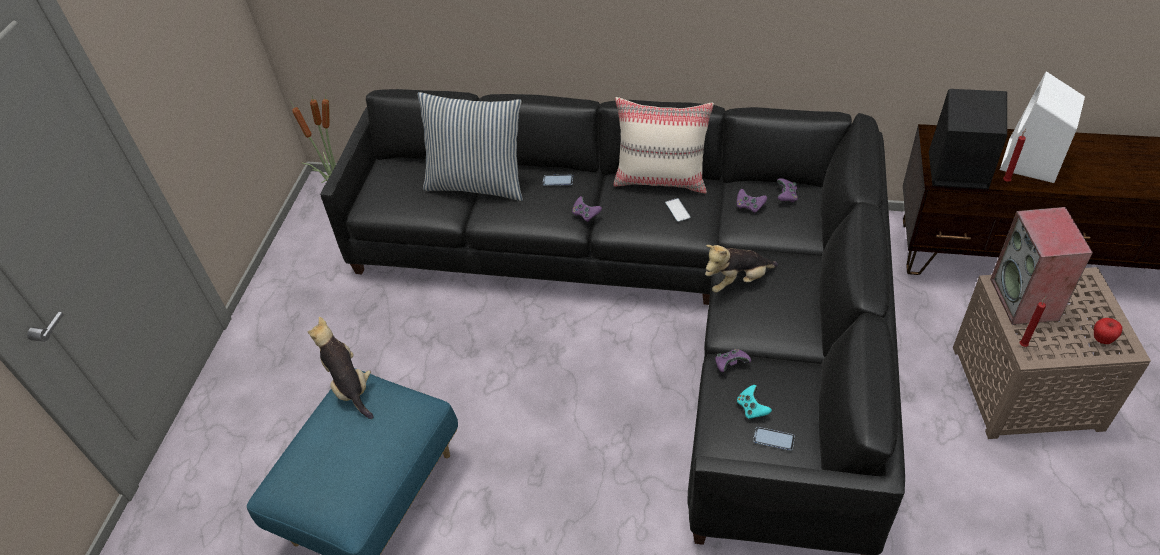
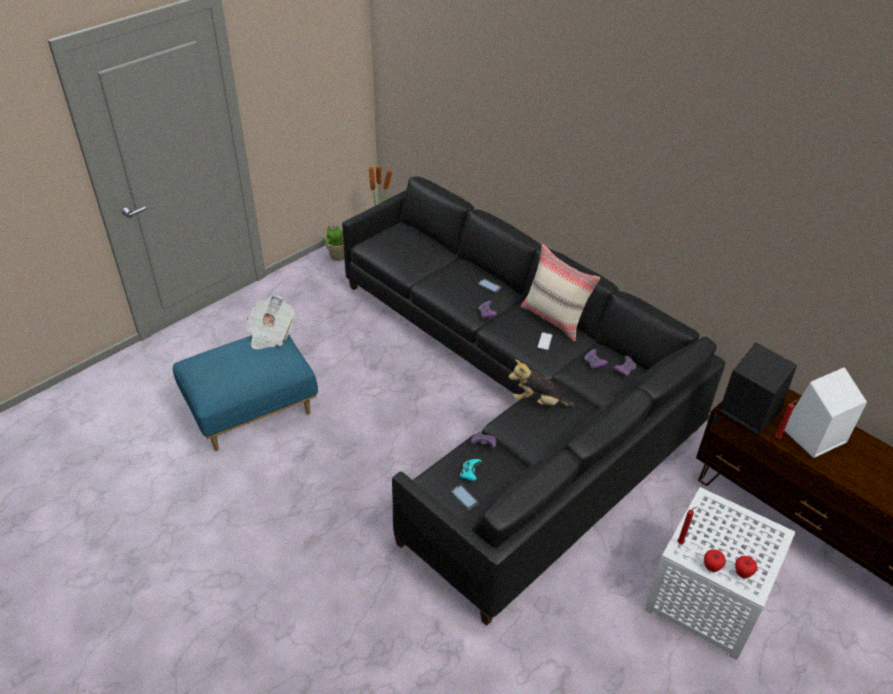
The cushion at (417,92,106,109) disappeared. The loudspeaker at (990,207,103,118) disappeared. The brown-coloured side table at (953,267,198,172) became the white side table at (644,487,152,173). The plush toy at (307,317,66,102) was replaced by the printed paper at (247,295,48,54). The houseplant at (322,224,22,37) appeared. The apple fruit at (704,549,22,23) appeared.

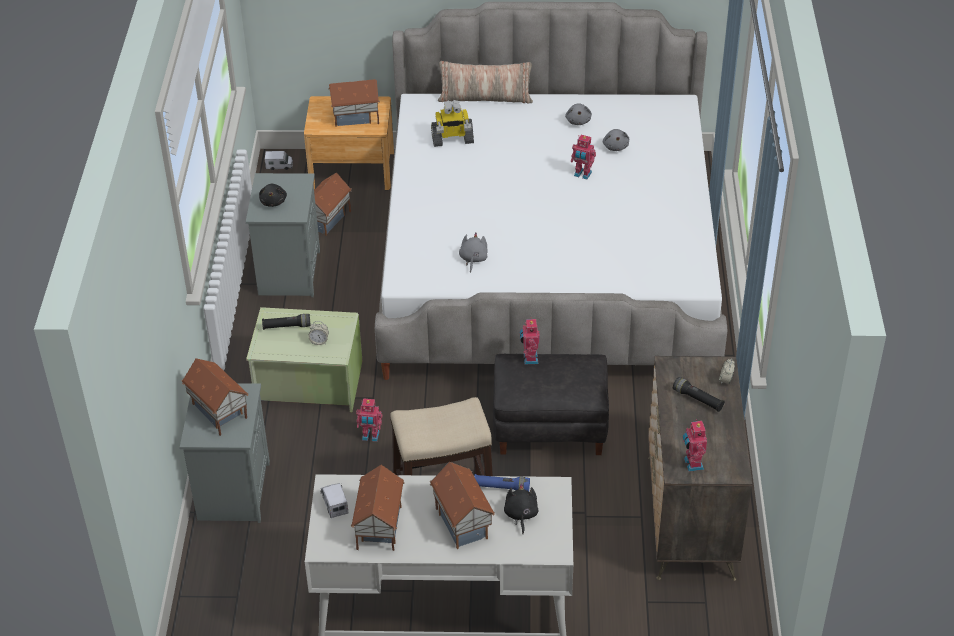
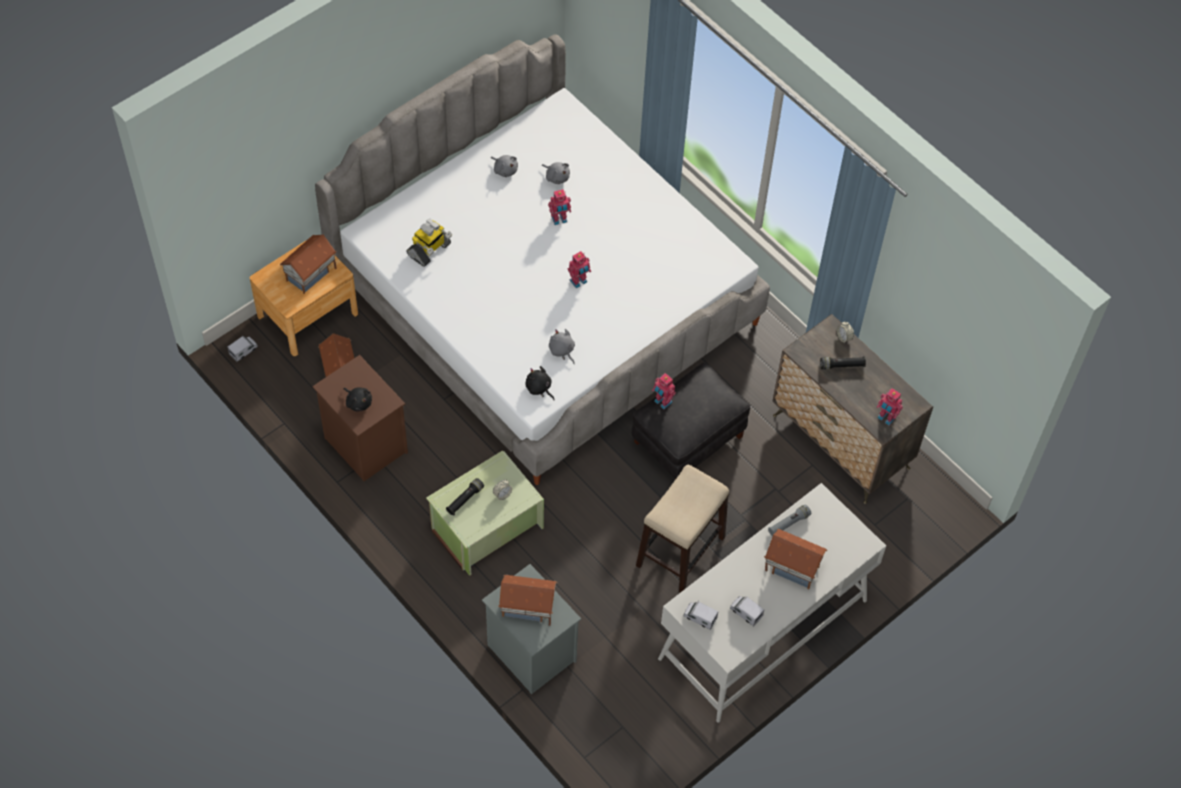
The cushion at (438,61,95,42) disappeared. The greyish night table at (246,173,74,124) became the brown-coloured night table at (312,355,96,126). The model robot moved from (356,398,26,44) to (568,251,23,37). The toy house at (351,465,54,86) was replaced by the toy lorry at (730,596,34,31). The blue torch at (474,474,56,17) became the greyish torch at (768,504,43,32). The blackish plush toy moved from (504,483,35,51) to (525,366,29,34).

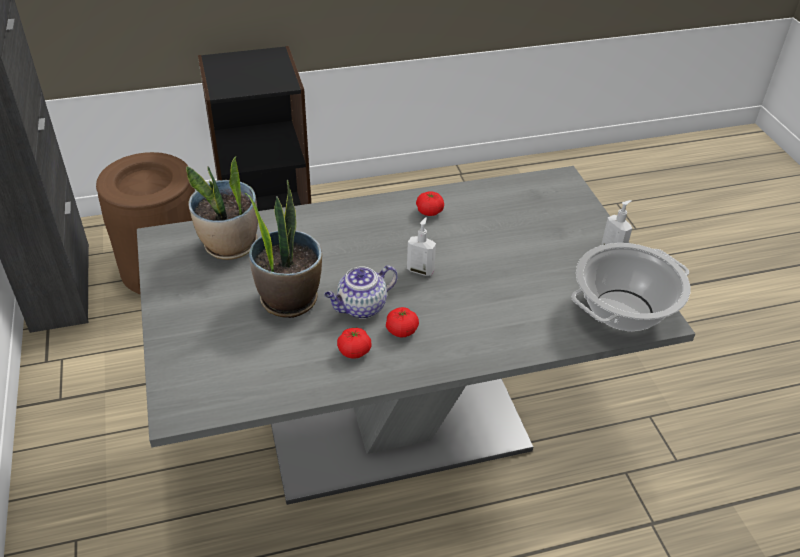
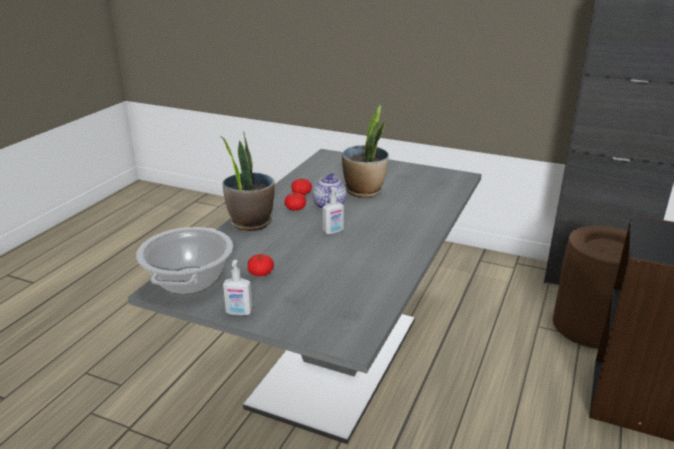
The houseplant moved from (186,156,72,104) to (220,131,55,100). The fresh tomato moved from (416,192,28,24) to (248,254,26,22).

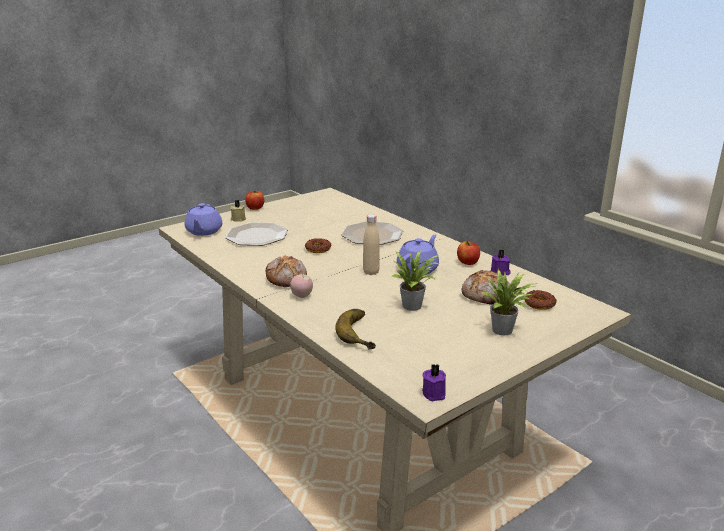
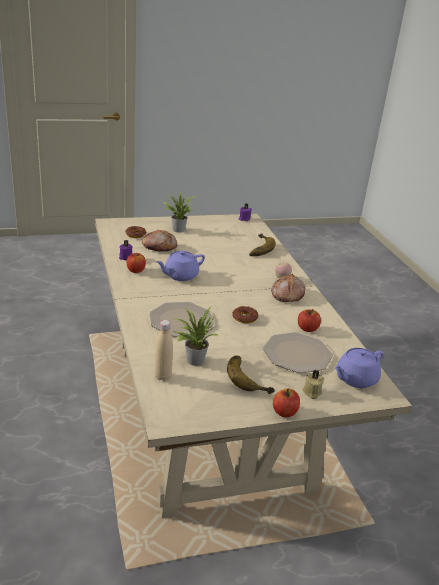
The purple pot for tea at (185,203,37,33) turned 150 degrees counterclockwise. The sand-coloured beverage bottle moved from (363,214,17,61) to (155,320,18,61). The houseplant moved from (391,249,48,62) to (172,307,46,59). The apple fruit at (298,309,23,23) appeared. The banana fruit at (227,355,48,39) appeared.

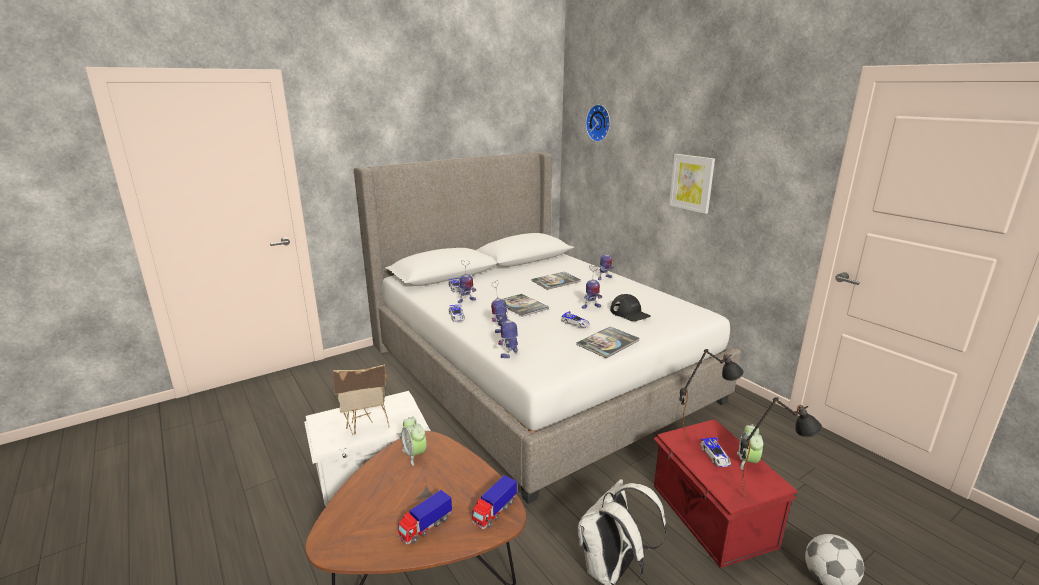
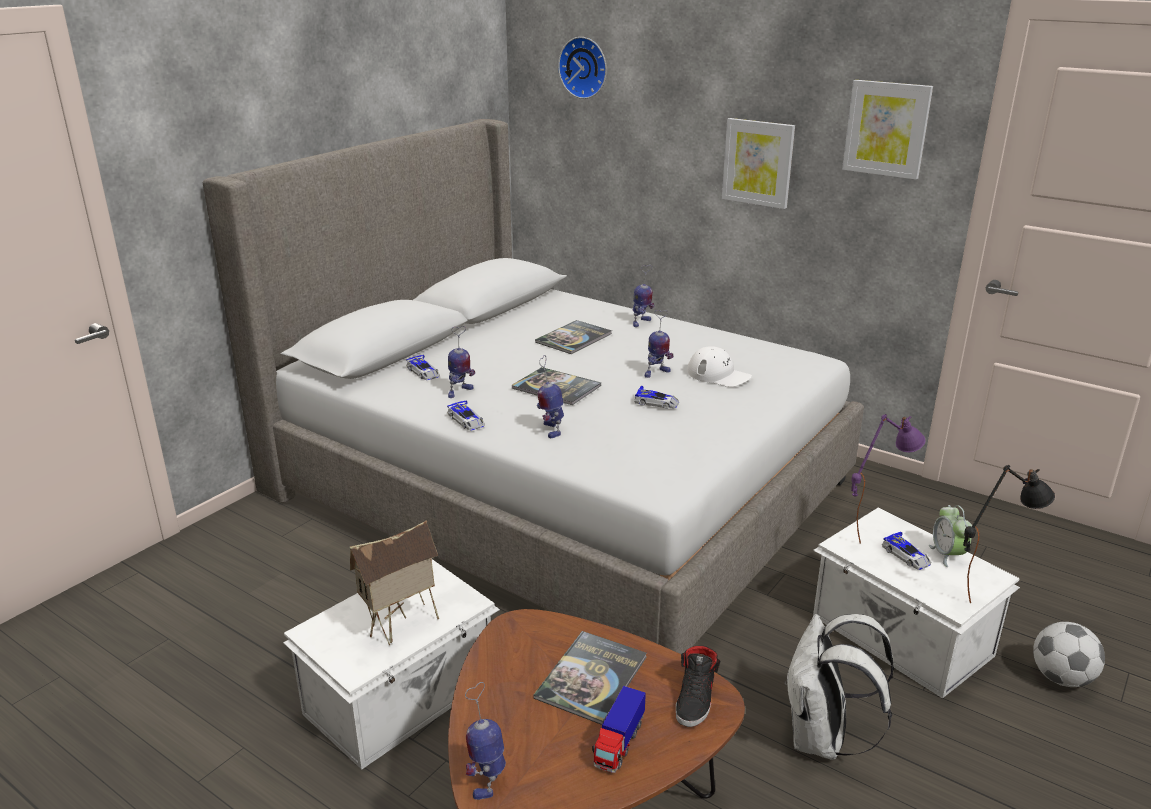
The blackish peaked cap at (610,294,41,27) became the white peaked cap at (687,346,65,41). The model robot moved from (498,301,20,57) to (465,682,41,118). The book moved from (576,327,64,31) to (534,631,113,94). The blackish table lamp at (679,349,65,90) became the purple table lamp at (851,414,74,129). The bedside clock at (402,416,25,50) disappeared. The red-coloured storage box at (653,419,145,149) became the white storage box at (813,508,207,190). The toy lorry at (472,475,45,54) was replaced by the blackish low shoe at (676,646,44,81). The wall art at (842,80,91,100) appeared.

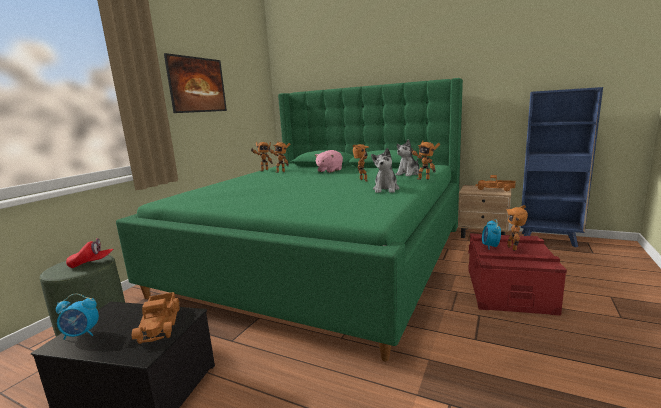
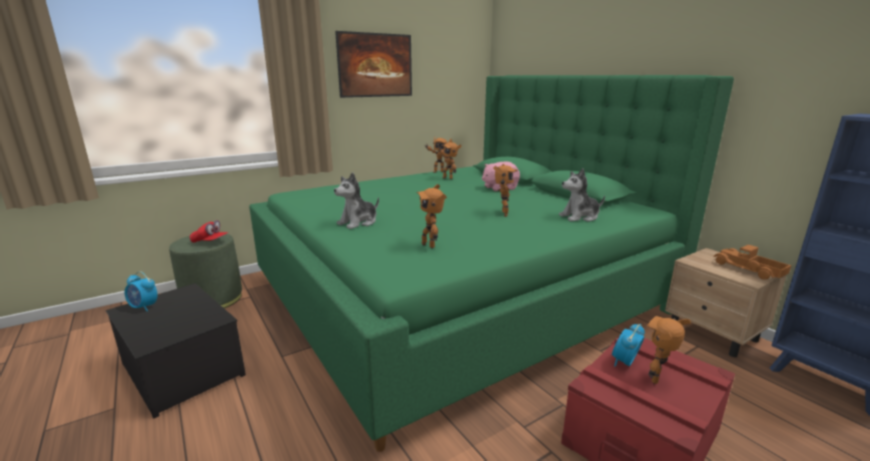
The model robot moved from (410,141,30,39) to (417,184,30,64). The plush toy moved from (371,148,28,45) to (334,172,45,57). The toy lorry at (132,292,48,52) disappeared.

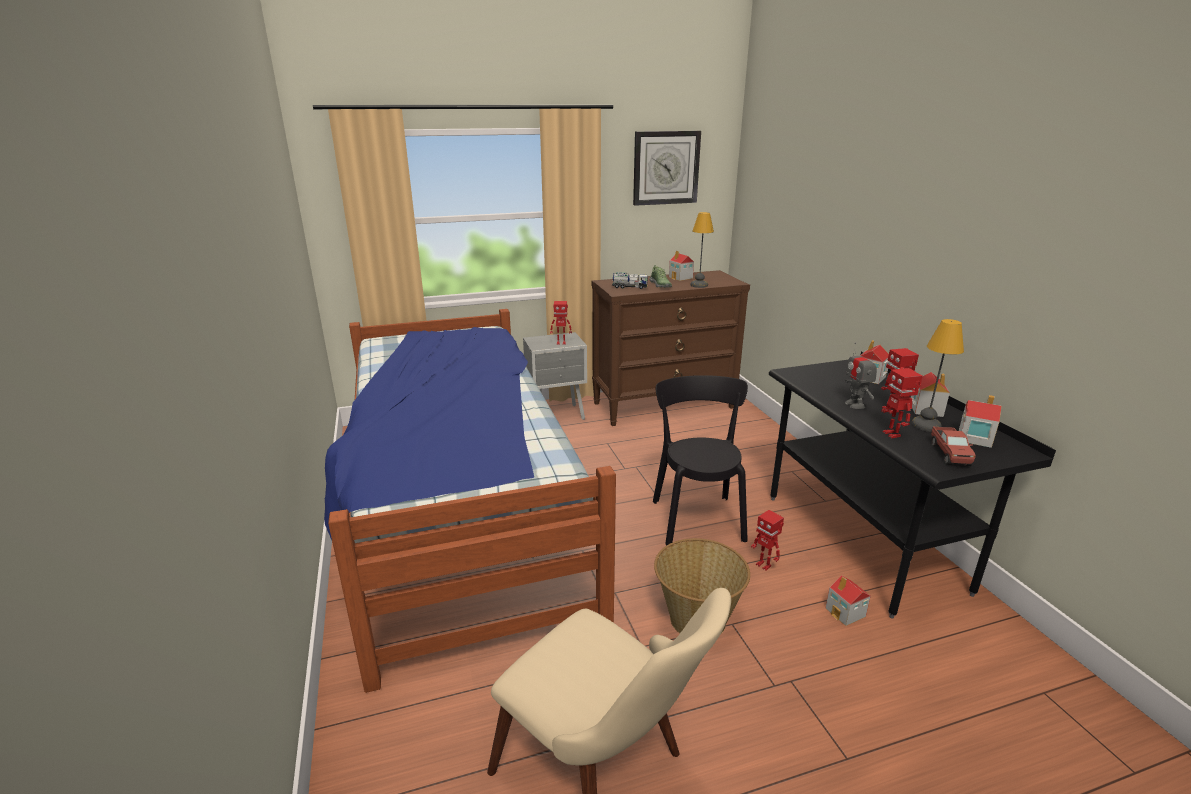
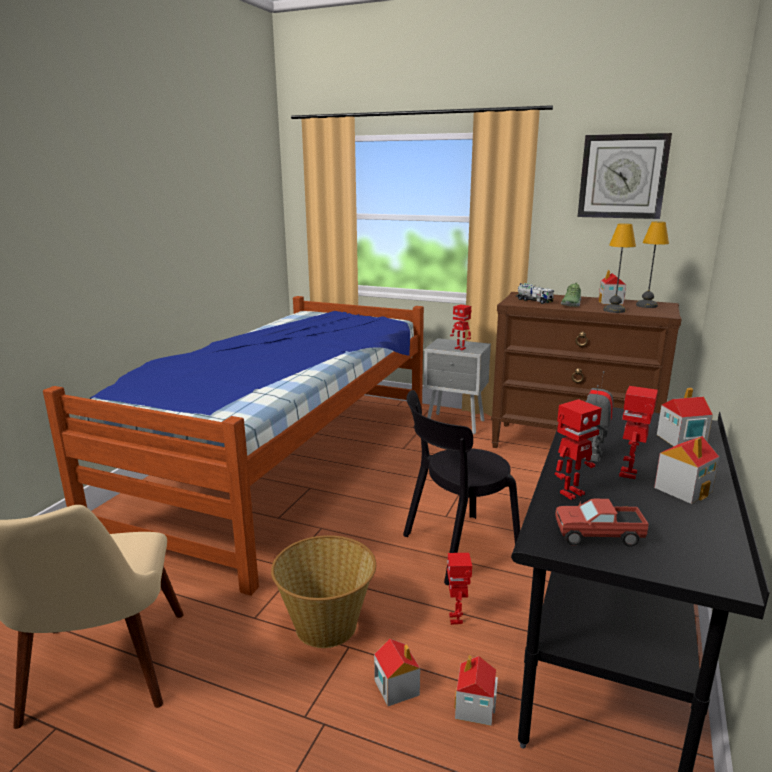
The table lamp moved from (911,319,53,113) to (636,221,33,87). The model robot at (882,368,41,70) turned 150 degrees counterclockwise. The blackish chair at (653,375,95,171) turned 150 degrees counterclockwise. The toy house moved from (959,395,42,53) to (374,639,46,67). The toy lorry at (931,427,45,39) turned 45 degrees clockwise.

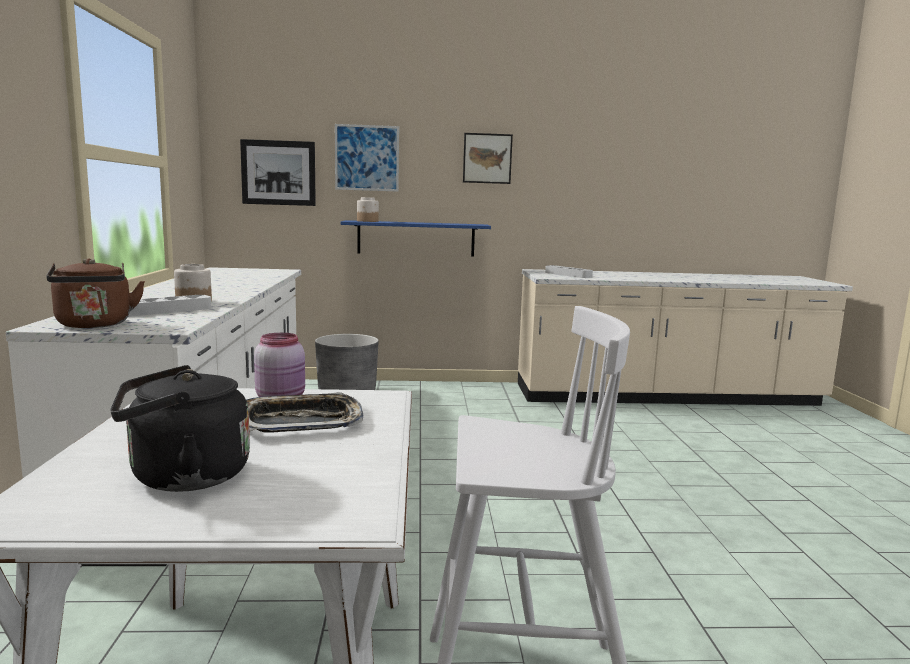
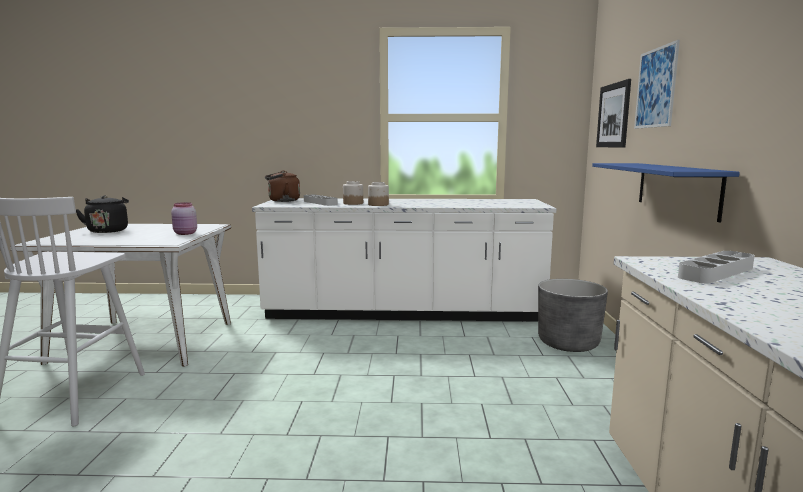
The wall art at (463,133,50,51) disappeared. The preserve jar moved from (357,197,22,25) to (368,182,21,24). The serving tray at (246,392,117,41) disappeared.

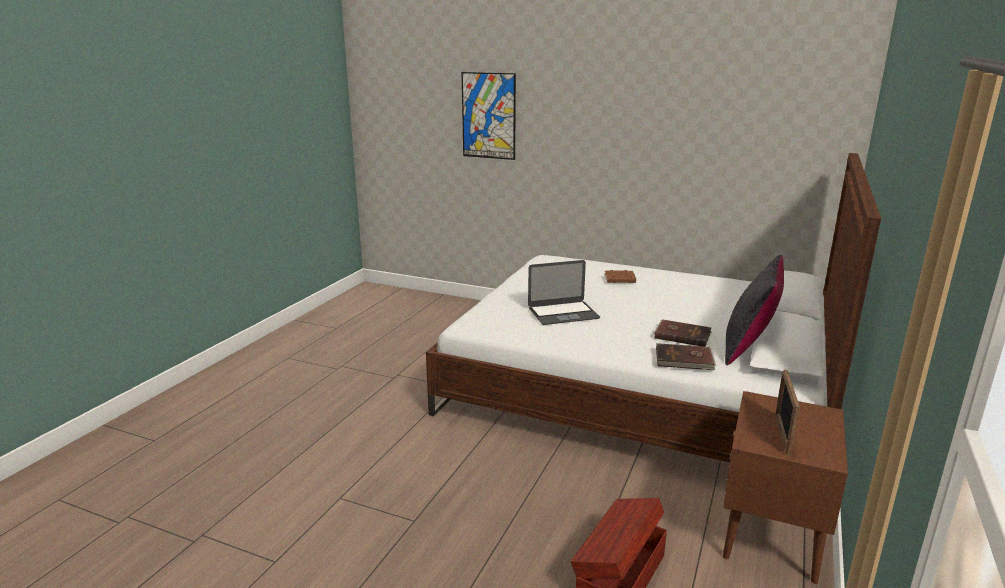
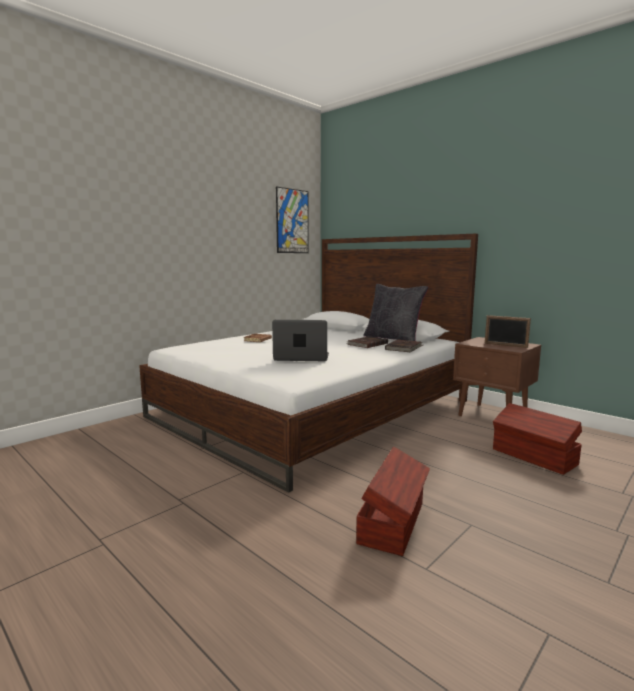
The wall art moved from (461,72,55,88) to (276,186,33,67). The laptop at (528,260,72,65) turned 90 degrees counterclockwise. The brown-coloured storage box at (356,447,74,109) appeared.

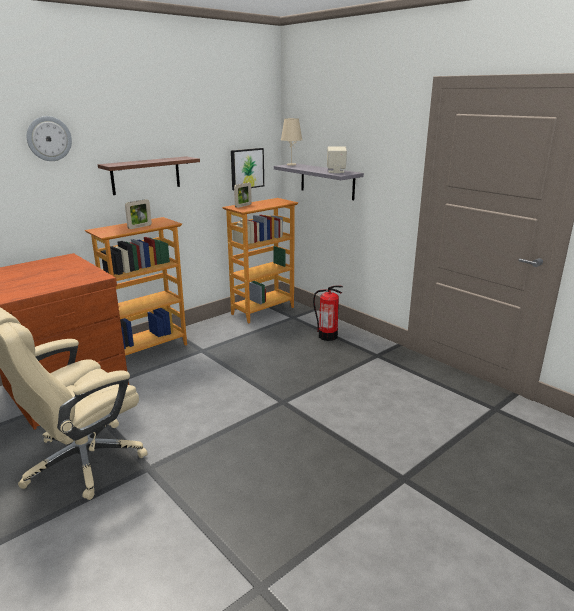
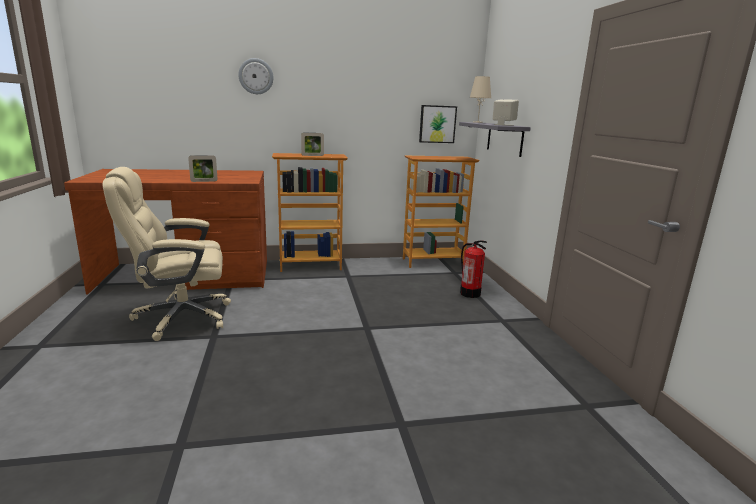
The bracket shelf at (98,156,102,39) disappeared. The photo frame moved from (234,183,18,25) to (188,155,30,27).

